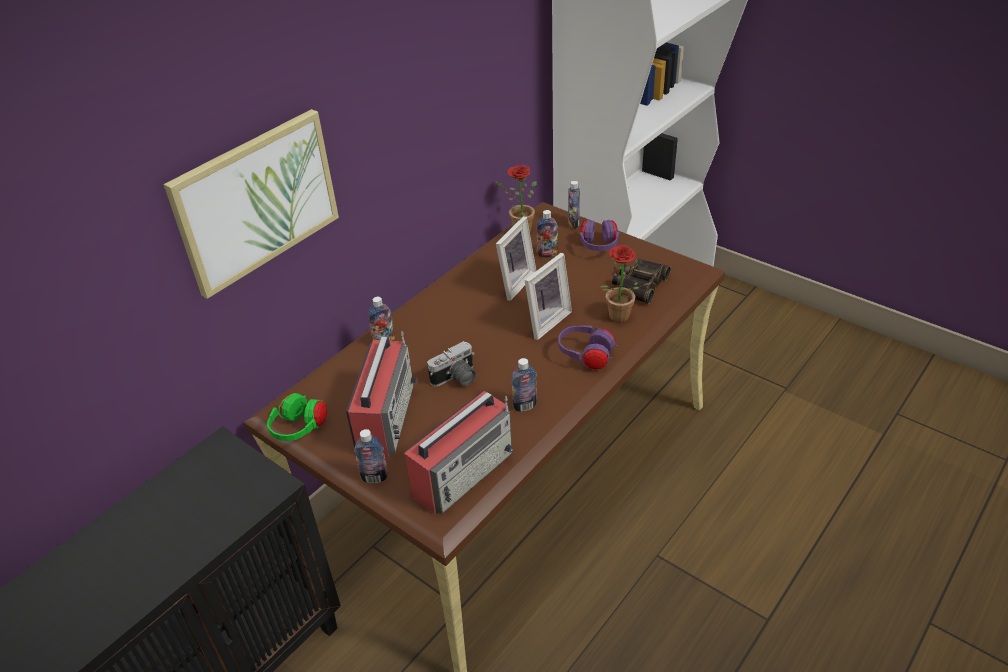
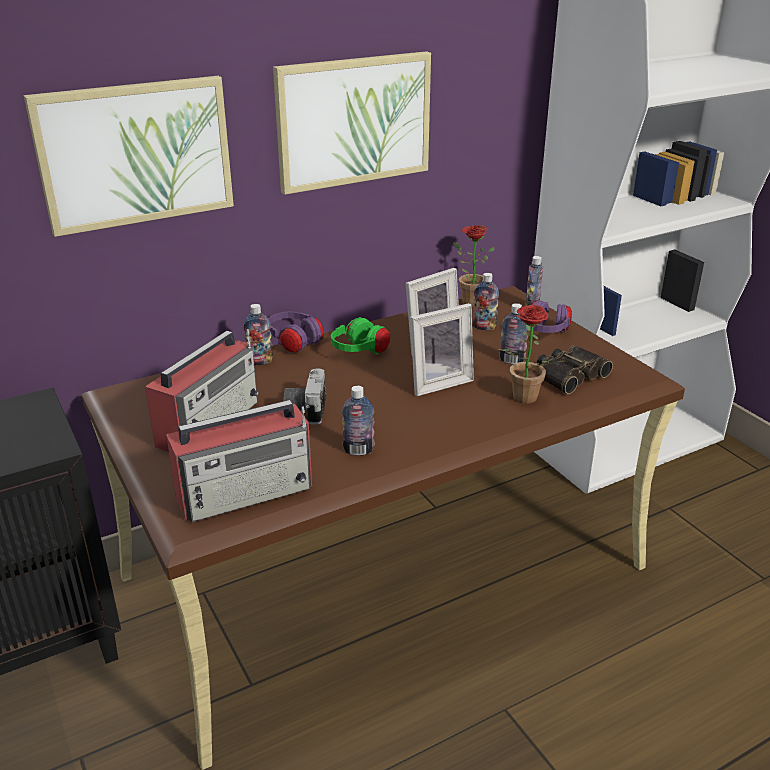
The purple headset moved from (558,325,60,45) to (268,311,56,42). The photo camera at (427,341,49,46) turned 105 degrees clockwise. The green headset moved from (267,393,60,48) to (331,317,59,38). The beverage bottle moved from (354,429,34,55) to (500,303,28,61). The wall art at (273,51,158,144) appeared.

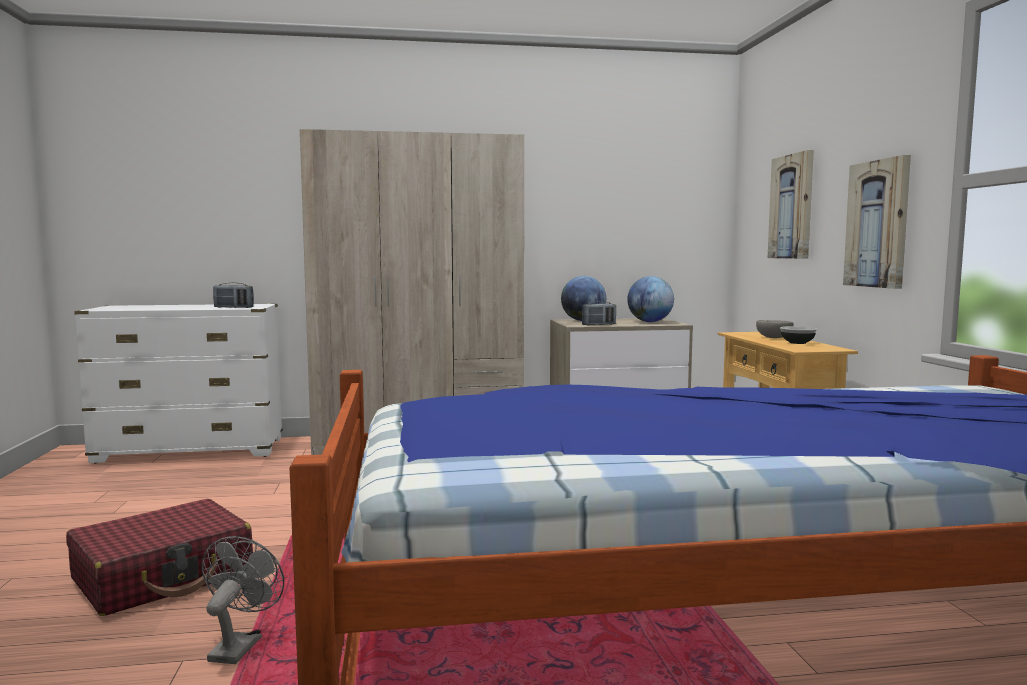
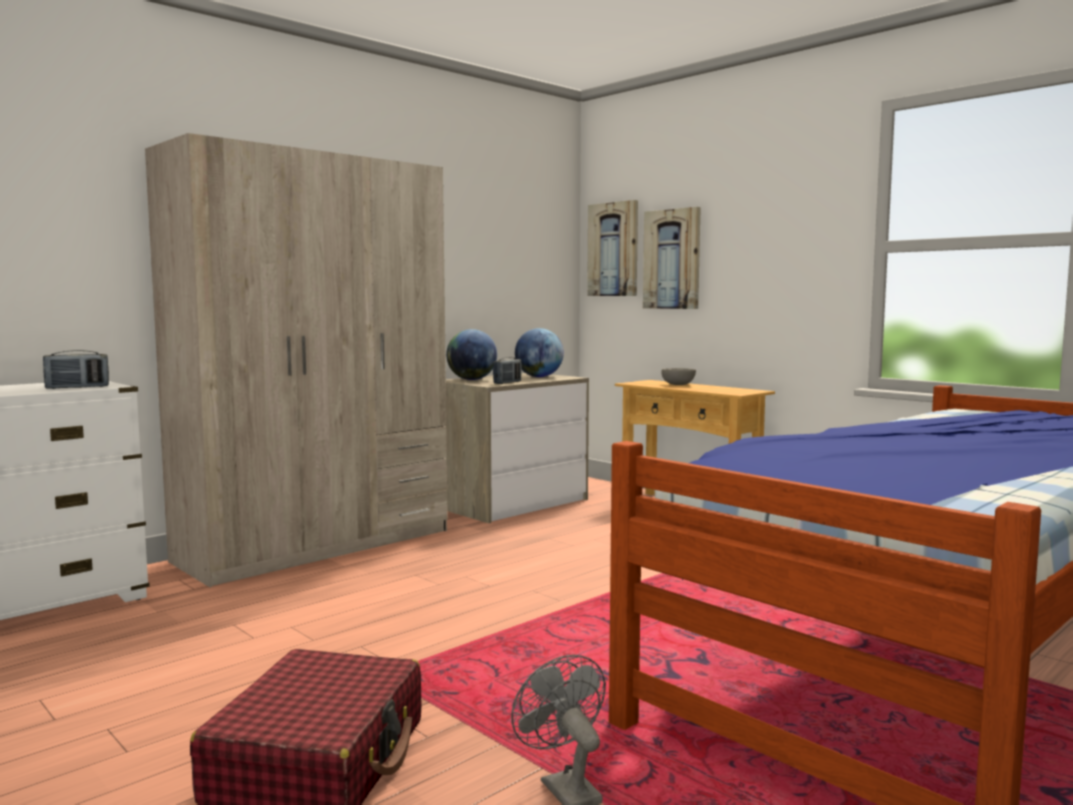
The wall art moved from (843,155,68,134) to (587,200,51,96). The serving bowl at (780,326,37,18) disappeared.

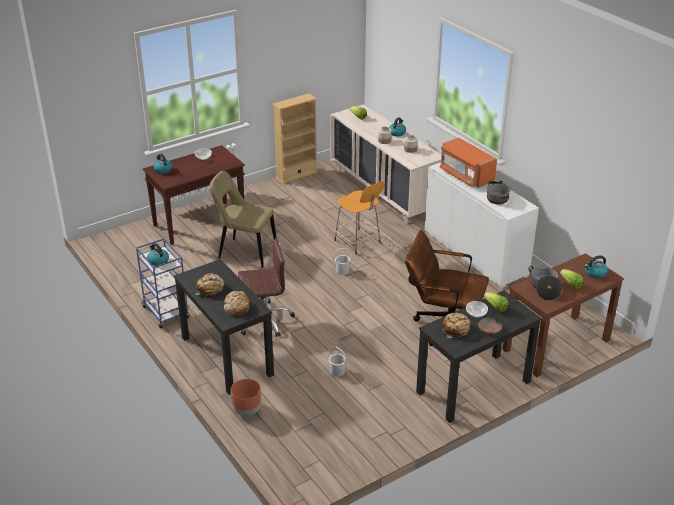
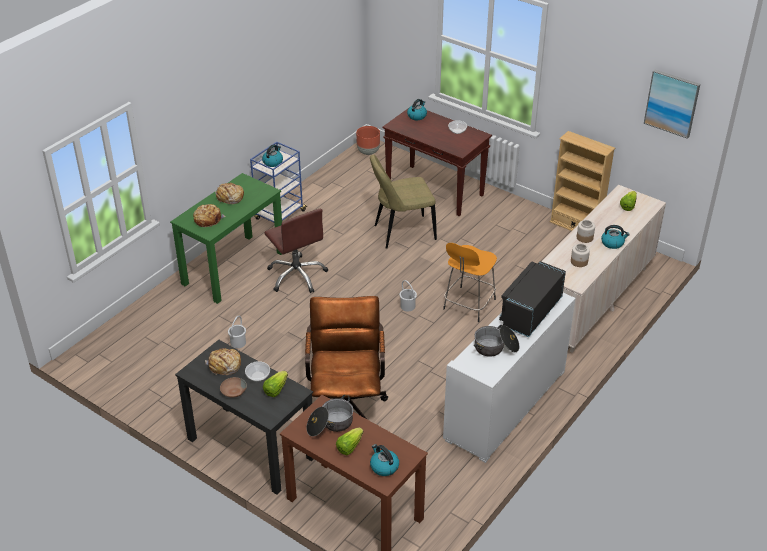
The orangey microwave at (440,137,57,51) became the blackish microwave at (499,261,67,76). The sand-coloured chair at (209,171,67,97) turned 105 degrees counterclockwise. The blackish desk at (174,259,100,136) became the green desk at (170,173,112,131). The brown-coloured plant pot moved from (230,379,31,37) to (356,126,24,29). The wall art at (644,69,56,70) appeared.

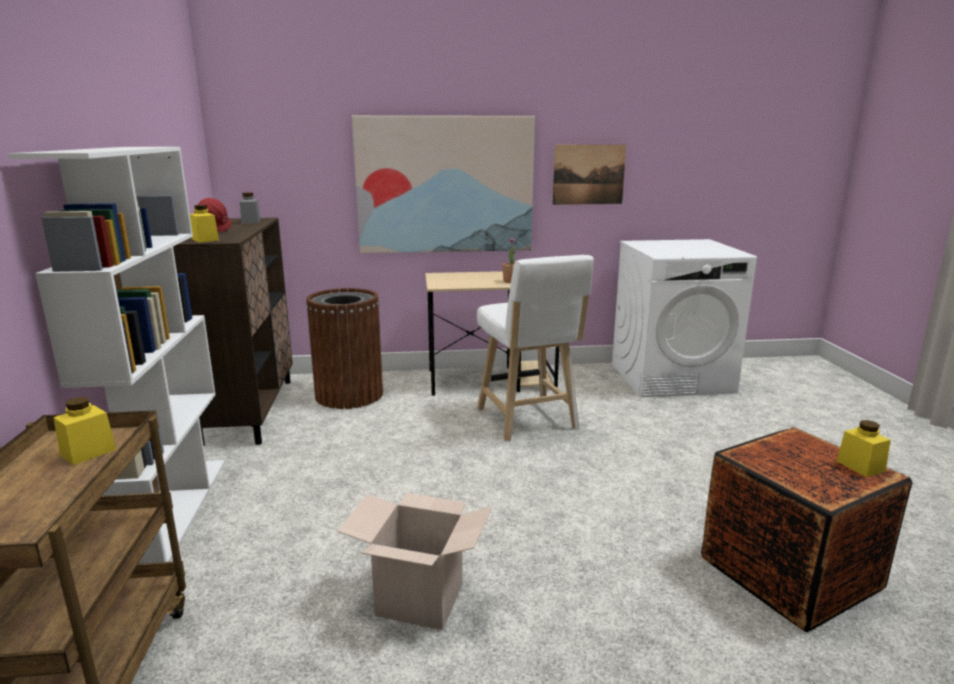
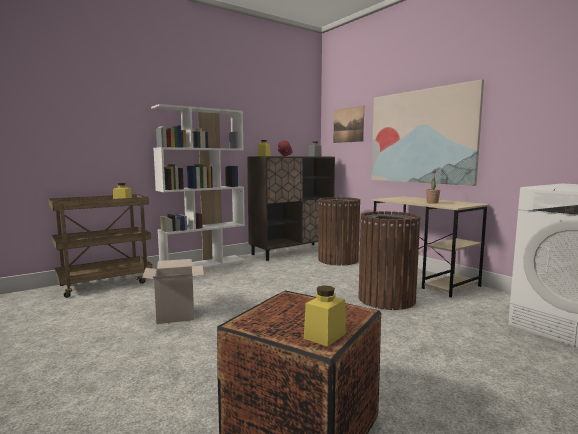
The wall art moved from (552,144,74,61) to (334,106,30,37). The white stool at (477,255,117,186) was replaced by the brown-coloured rubbish bin at (358,211,63,99).

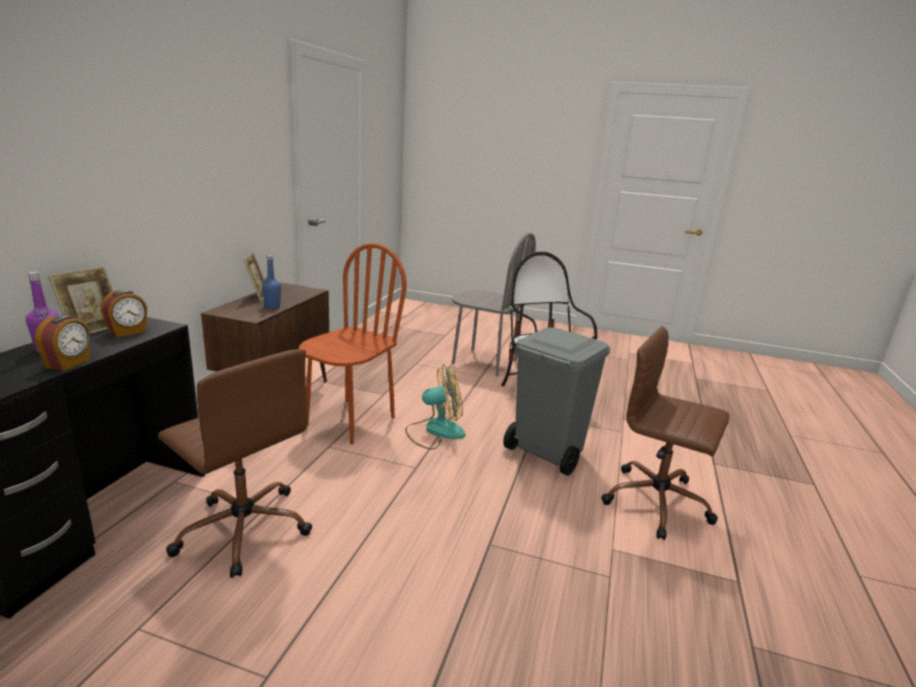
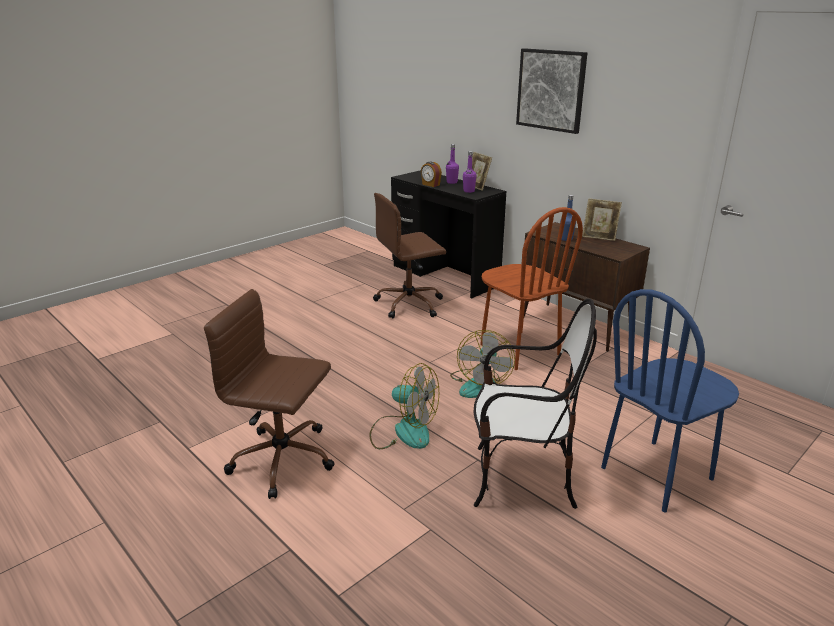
The greyish chair at (452,233,84,143) became the blue chair at (601,289,138,223). The bedside clock at (101,290,46,48) was replaced by the purple beverage bottle at (463,151,14,42). The brown-coloured computer chair at (601,326,128,214) turned 135 degrees counterclockwise. The greyish rubbish bin at (503,327,107,149) was replaced by the cooling fan at (369,363,70,86). The wall art at (516,48,71,86) appeared.

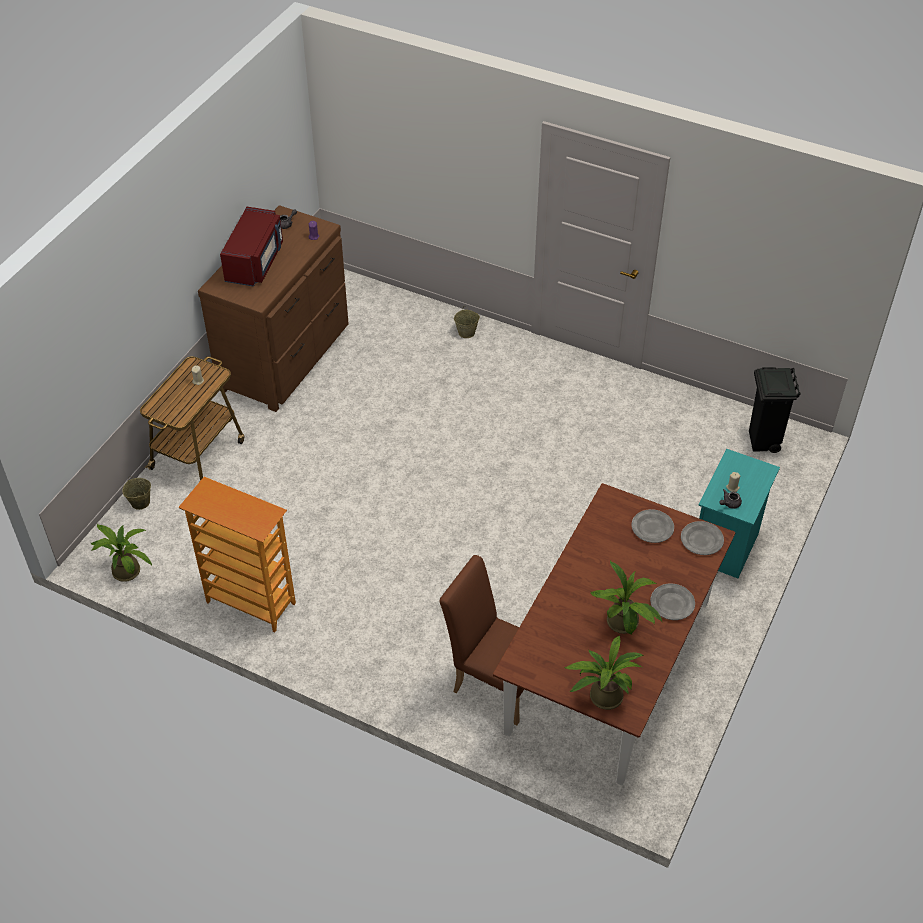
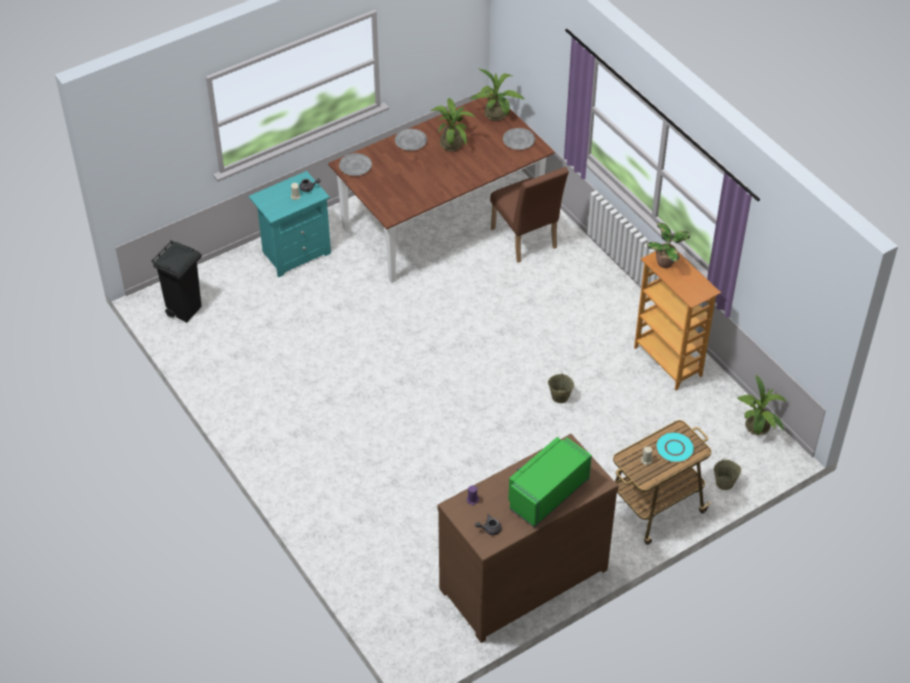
The red-coloured microwave at (220,207,63,80) became the green microwave at (508,437,84,90). The sand-coloured pail moved from (454,306,26,32) to (548,372,26,31). The greyish dinner plate moved from (632,509,42,34) to (503,128,32,22). The houseplant at (647,223,43,45) appeared. The turquoise-coloured dinner plate at (655,432,40,31) appeared.

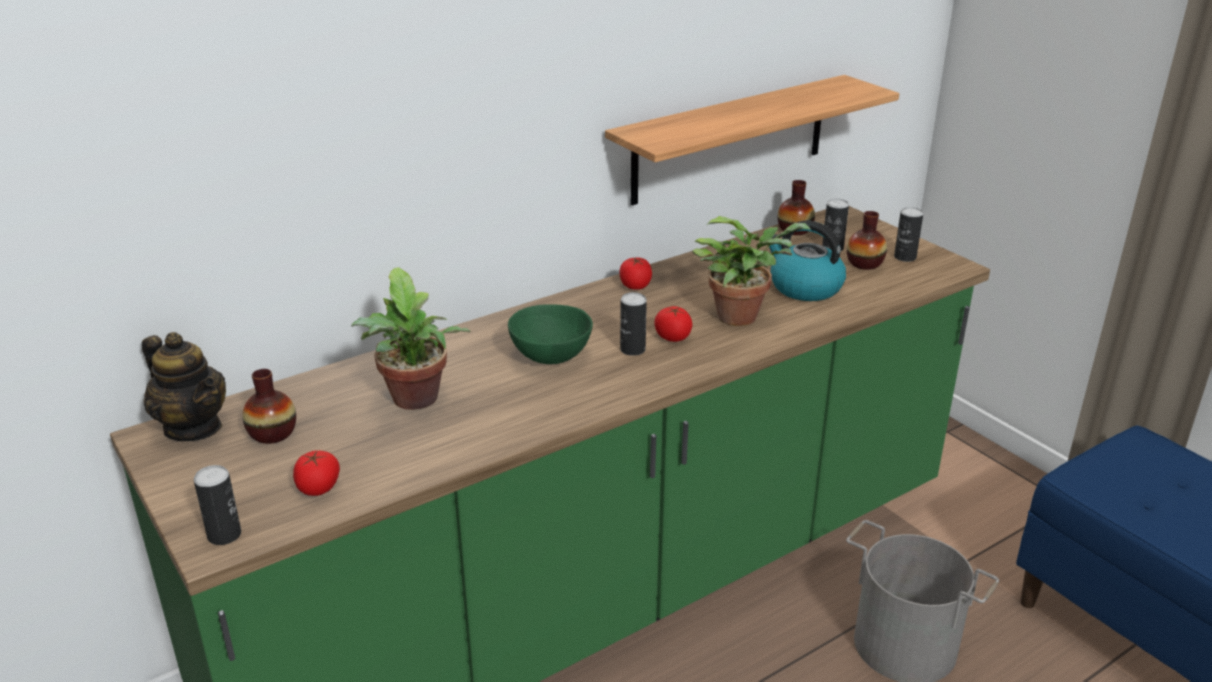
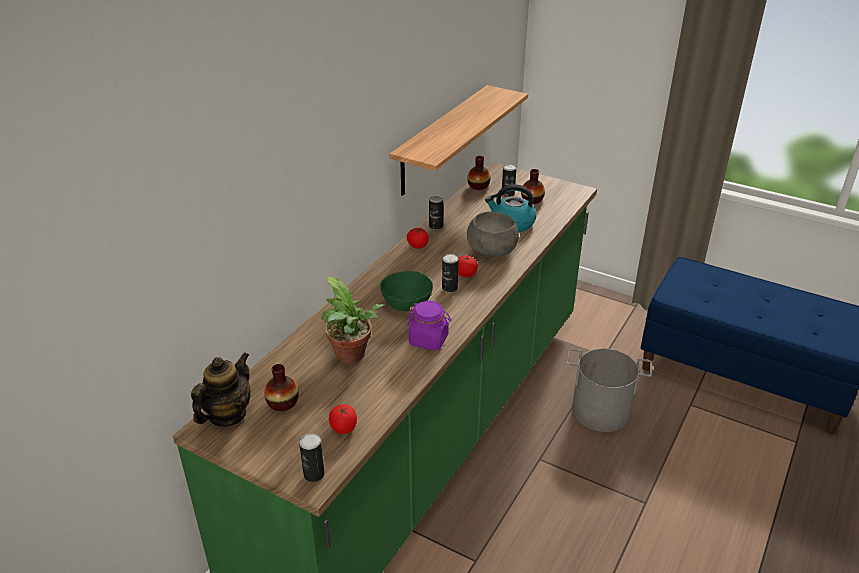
The can moved from (894,207,29,55) to (429,195,14,35). The houseplant at (692,216,119,110) was replaced by the greyish serving bowl at (467,212,52,45). The pot for tea at (142,332,84,109) turned 75 degrees counterclockwise. The purple preserve jar at (407,301,44,50) appeared.

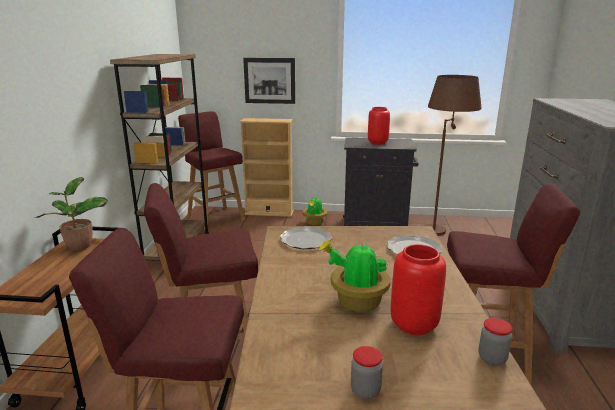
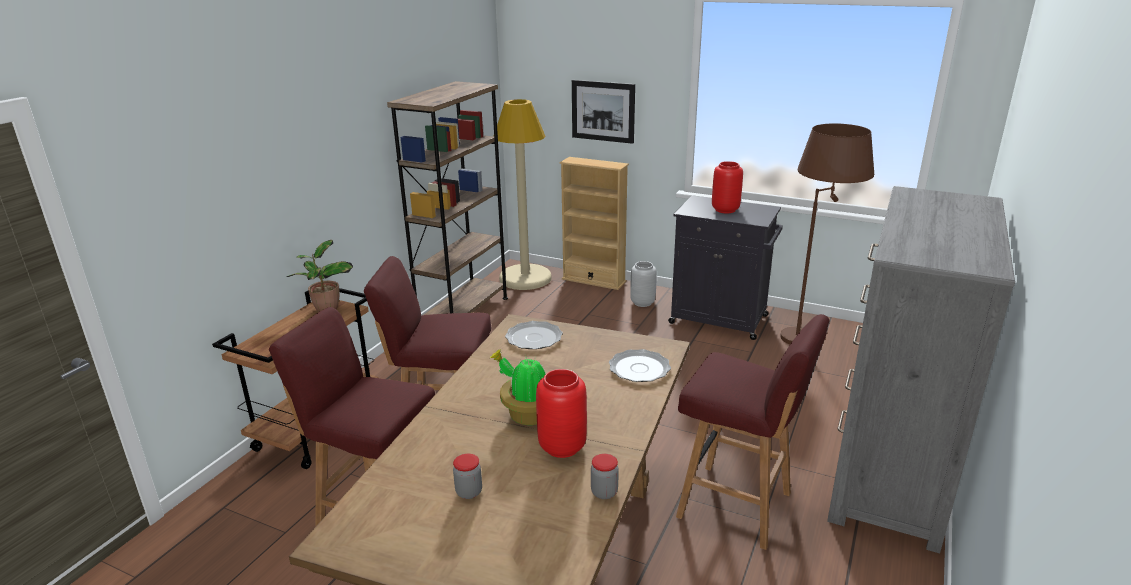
The red-coloured stool at (178,112,67,117) was replaced by the sand-coloured standing lamp at (497,99,55,191). The houseplant at (303,195,24,30) was replaced by the greyish vase at (630,261,27,46).

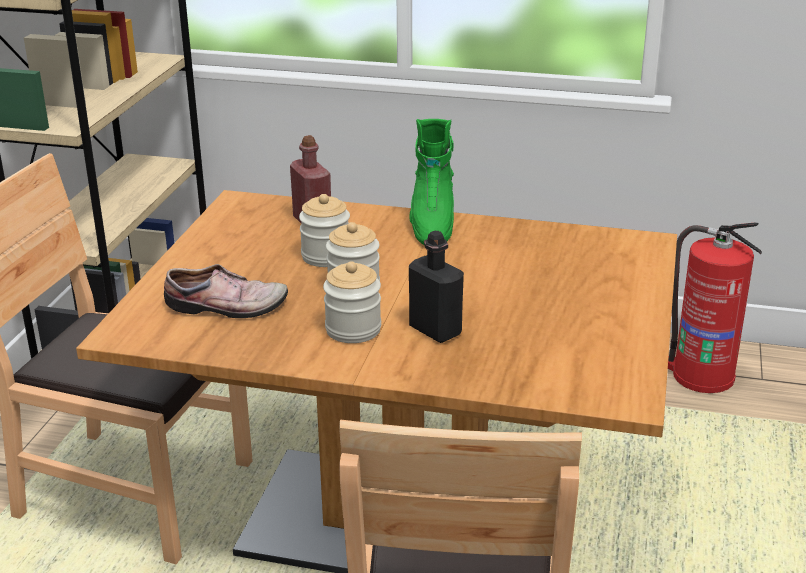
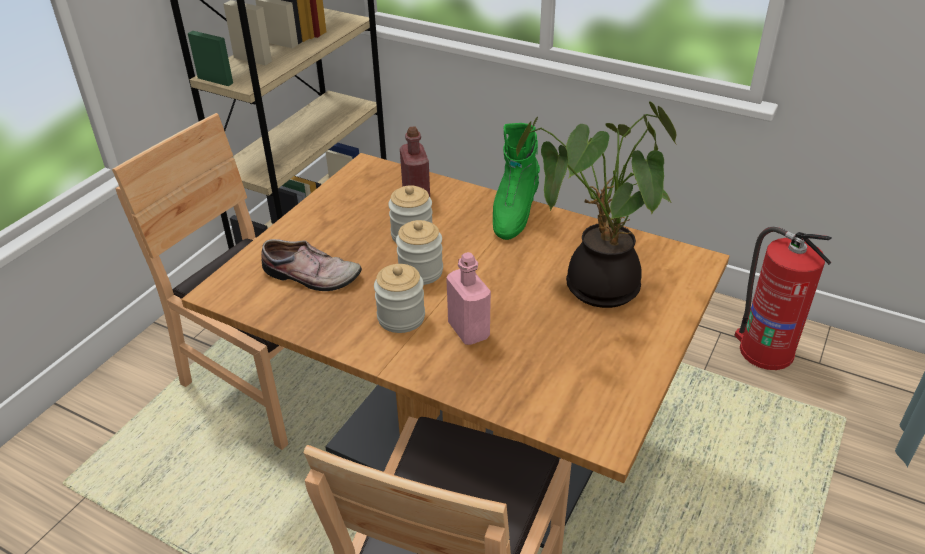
The blackish beverage bottle at (409,231,55,112) became the pink beverage bottle at (446,252,45,93). The houseplant at (516,101,161,207) appeared.

